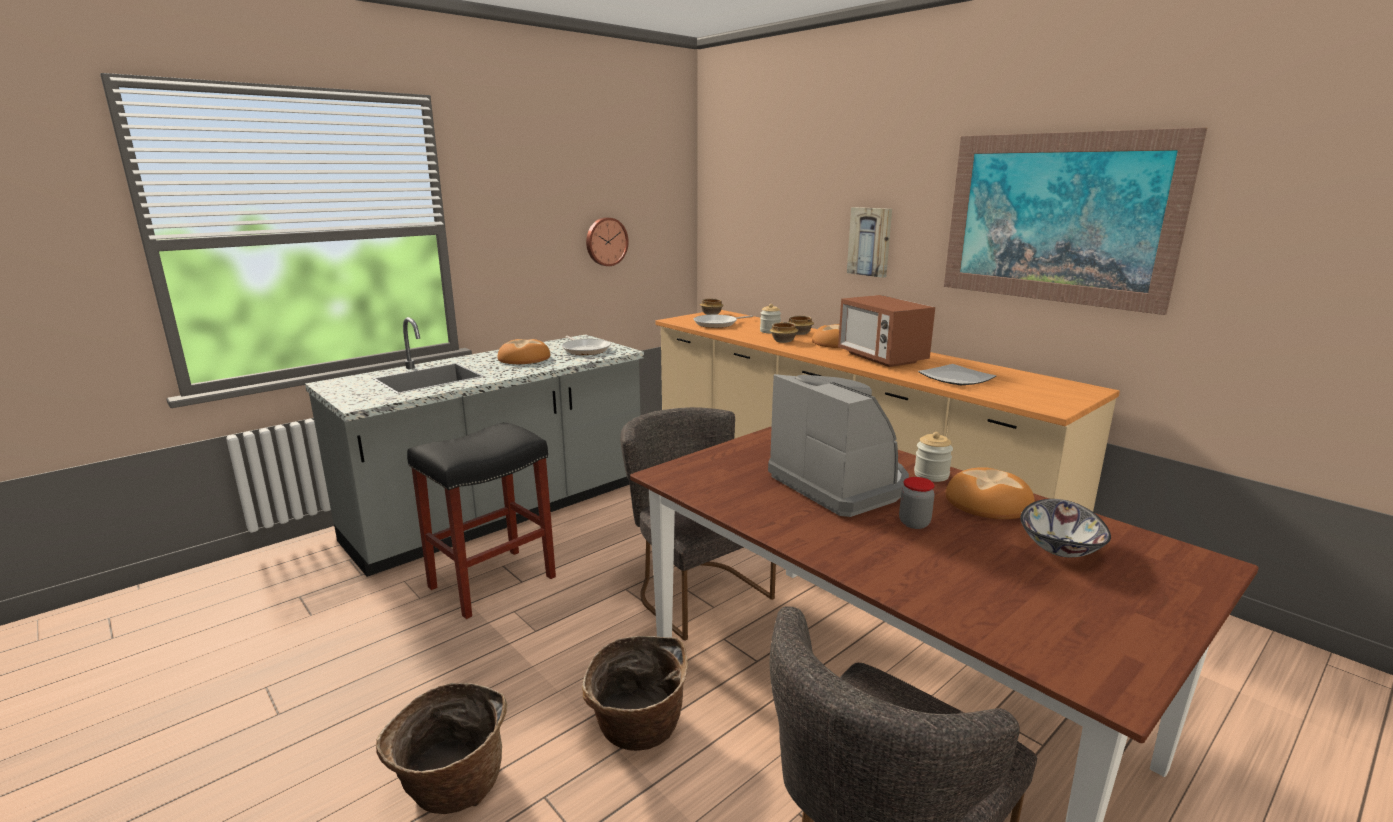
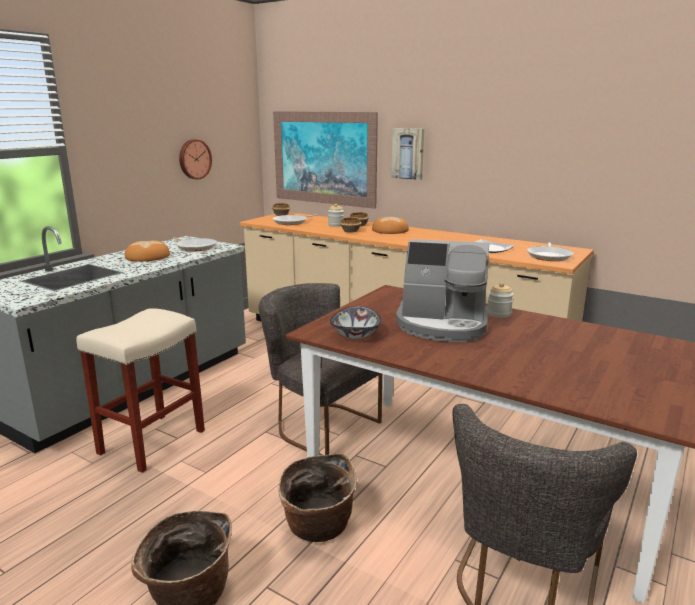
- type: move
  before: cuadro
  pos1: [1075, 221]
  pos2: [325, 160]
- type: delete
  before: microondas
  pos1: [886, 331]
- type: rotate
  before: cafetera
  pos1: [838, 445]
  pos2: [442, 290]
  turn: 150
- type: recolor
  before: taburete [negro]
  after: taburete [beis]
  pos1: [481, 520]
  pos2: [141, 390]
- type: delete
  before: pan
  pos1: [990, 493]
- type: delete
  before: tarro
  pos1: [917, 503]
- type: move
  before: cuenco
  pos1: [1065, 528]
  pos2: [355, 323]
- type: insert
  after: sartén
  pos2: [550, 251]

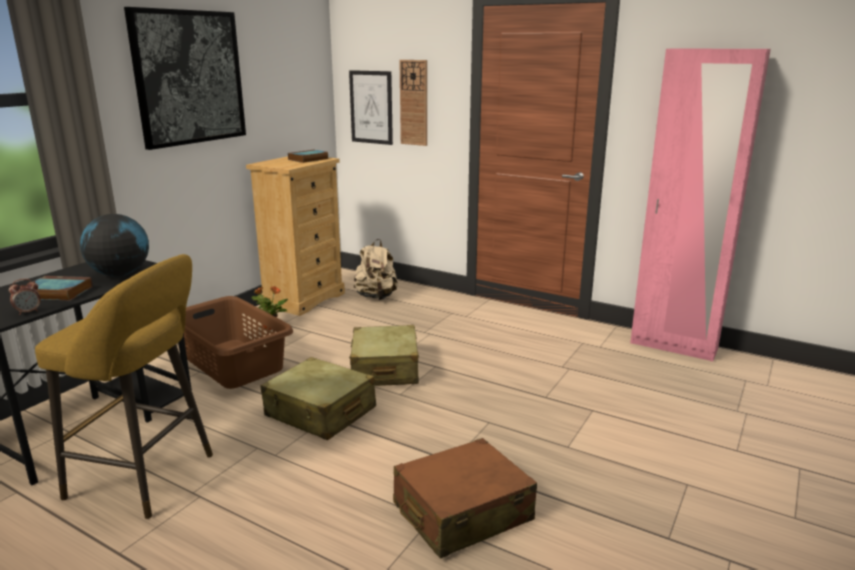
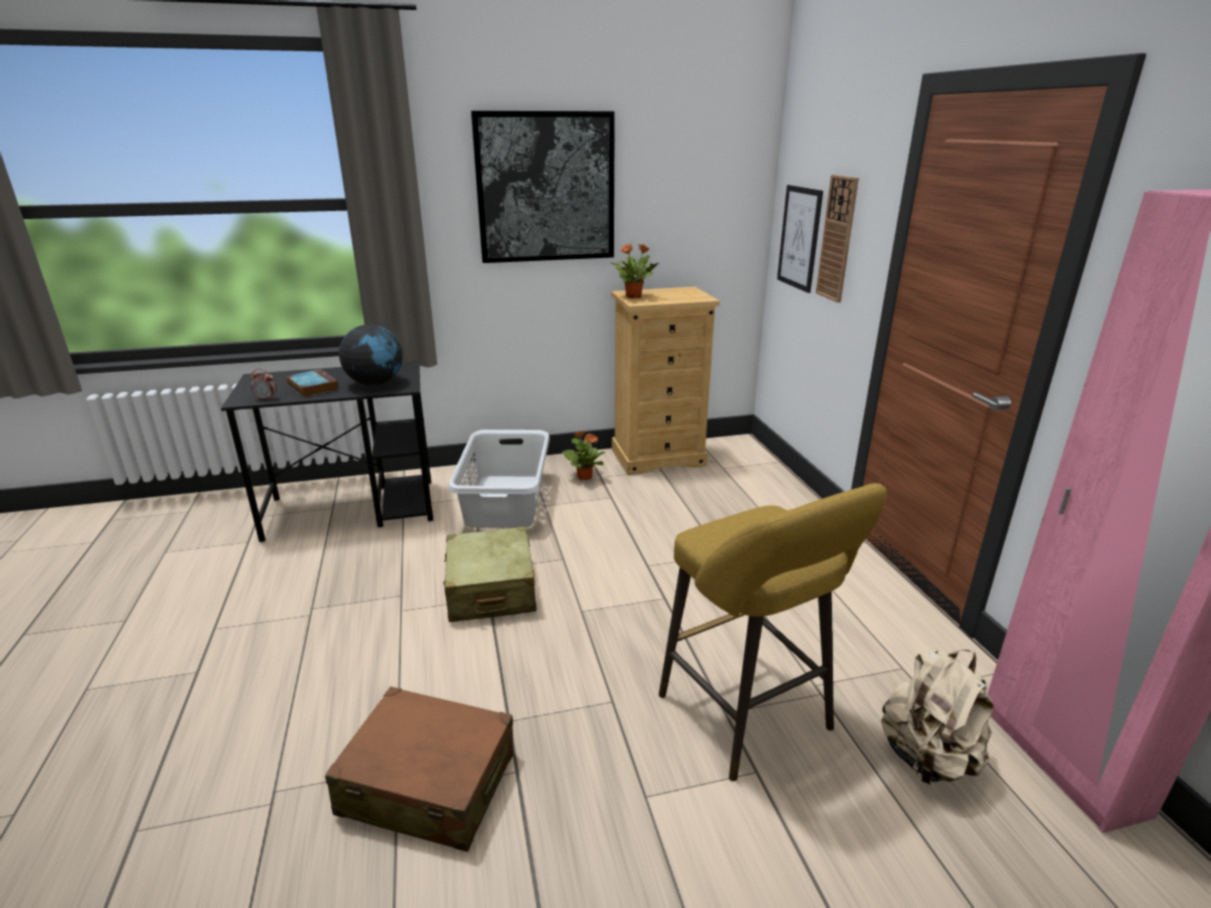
- type: delete
  before: libro
  pos1: [308, 156]
- type: move
  before: mochila [beis]
  pos1: [376, 269]
  pos2: [937, 717]
- type: move
  before: taburete [amarillo]
  pos1: [124, 386]
  pos2: [773, 632]
- type: recolor
  before: cesto de la ropa [marrón]
  after: cesto de la ropa [gris]
  pos1: [238, 342]
  pos2: [499, 479]
- type: delete
  before: maleta [beis]
  pos1: [384, 355]
- type: insert
  after: planta en maceta
  pos2: [634, 271]

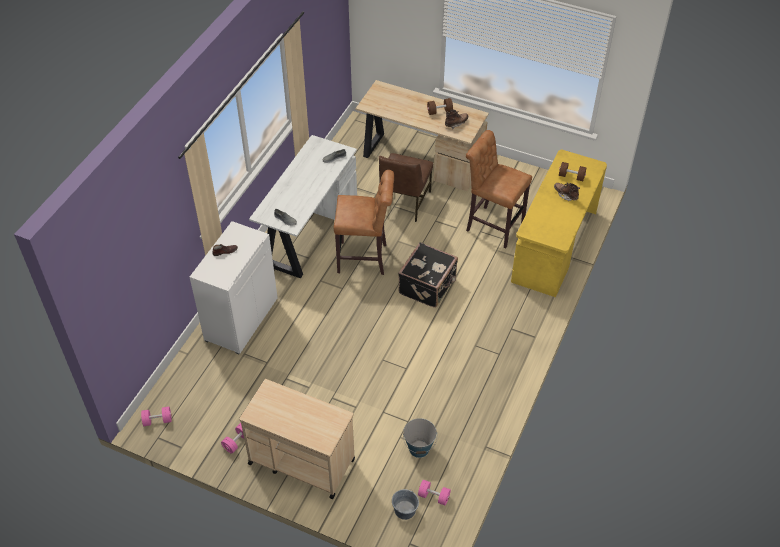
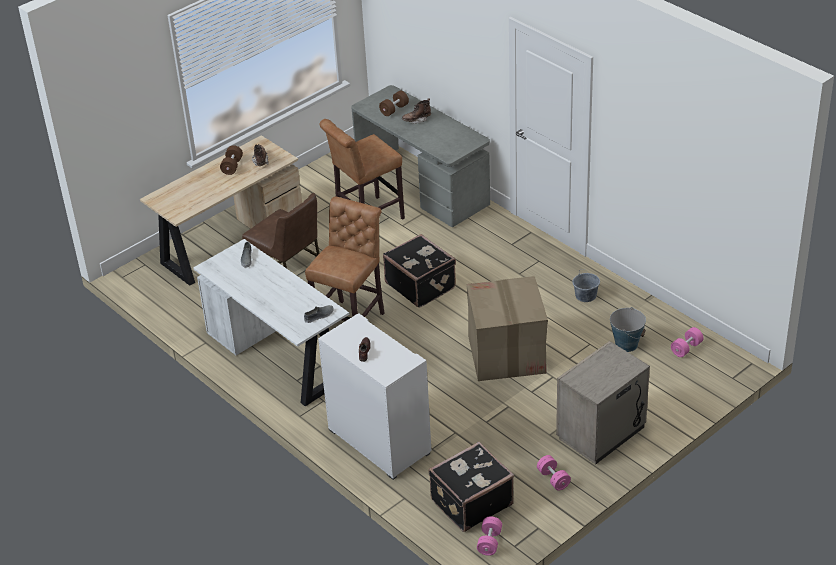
- type: recolor
  before: escritorio [amarillo]
  after: escritorio [gris]
  pos1: [559, 223]
  pos2: [420, 156]
- type: replace
  before: carrito [beis]
  after: mesita de noche [beis]
  pos1: [297, 439]
  pos2: [603, 402]
- type: move
  before: cubo [gris]
  pos1: [405, 504]
  pos2: [586, 285]
- type: insert
  after: caja de cartón
  pos2: [507, 328]
- type: insert
  after: maleta [negro]
  pos2: [471, 487]

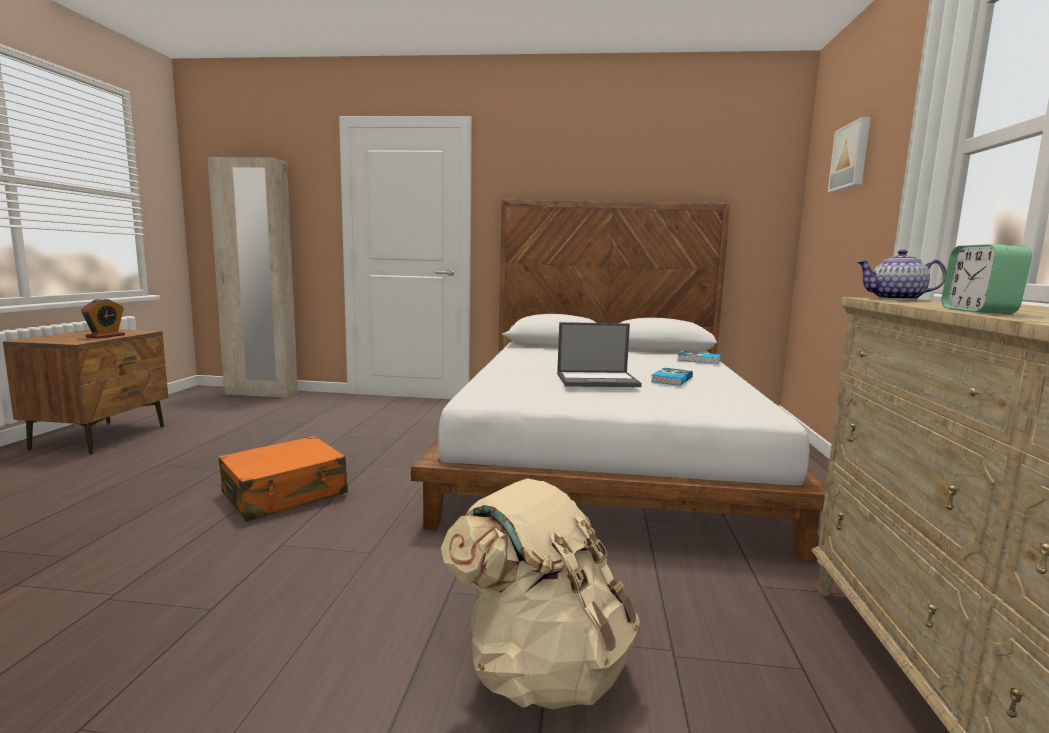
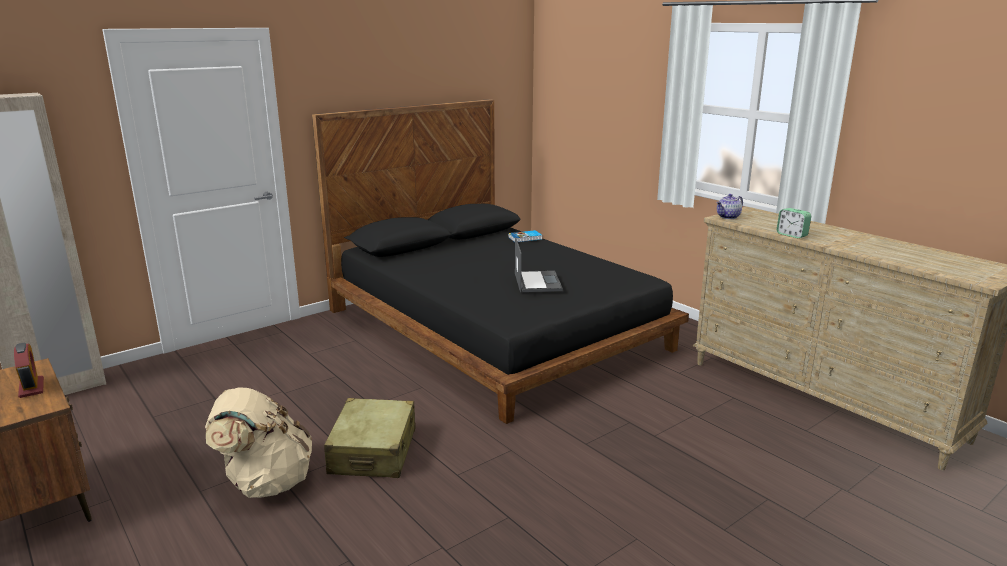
- type: delete
  before: cuadro
  pos1: [849, 154]
- type: recolor
  before: cama [blanco]
  after: cama [negro]
  pos1: [618, 380]
  pos2: [500, 261]
- type: rotate
  before: portátil
  pos1: [599, 354]
  pos2: [539, 264]
  turn: -45
- type: delete
  before: libro
  pos1: [672, 377]
- type: recolor
  before: maleta [naranja]
  after: maleta [beis]
  pos1: [283, 478]
  pos2: [369, 438]
- type: move
  before: mochila [beis]
  pos1: [540, 593]
  pos2: [258, 442]

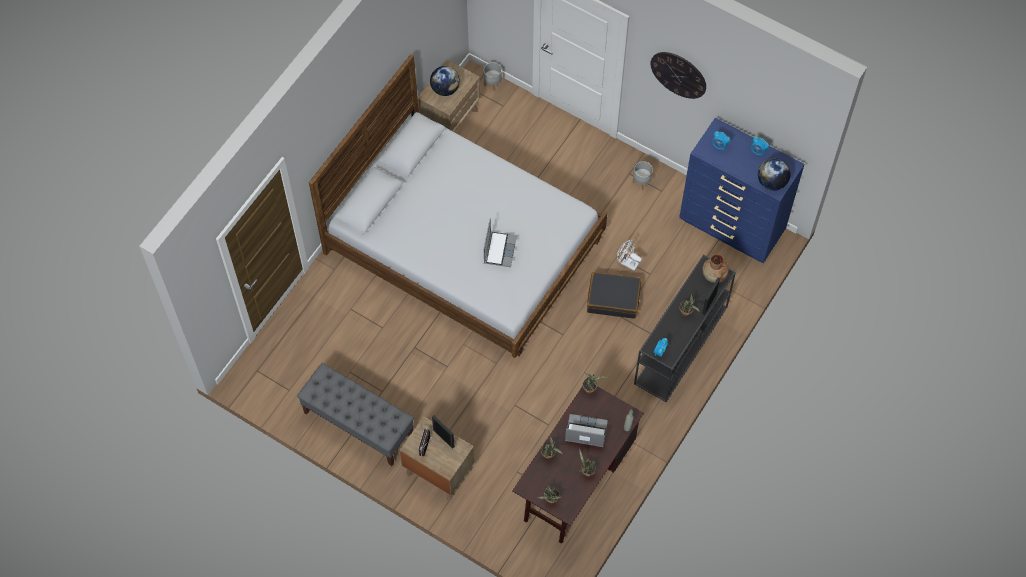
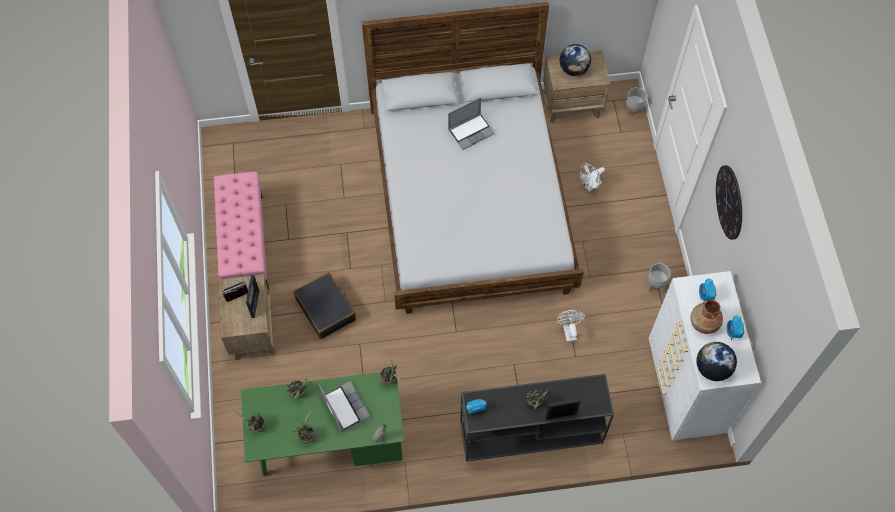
- type: recolor
  before: cómoda [azul]
  after: cómoda [blanco]
  pos1: [741, 190]
  pos2: [704, 355]
- type: move
  before: portátil
  pos1: [500, 242]
  pos2: [471, 123]
- type: move
  before: florero [marrón]
  pos1: [715, 268]
  pos2: [706, 317]
- type: move
  before: maleta [negro]
  pos1: [614, 295]
  pos2: [325, 305]
- type: recolor
  before: banco [gris]
  after: banco [rosa]
  pos1: [355, 414]
  pos2: [241, 230]
- type: recolor
  before: escritorio [marrón]
  after: escritorio [verde]
  pos1: [578, 464]
  pos2: [323, 423]
- type: insert
  after: ventilador [blanco]
  pos2: [592, 177]

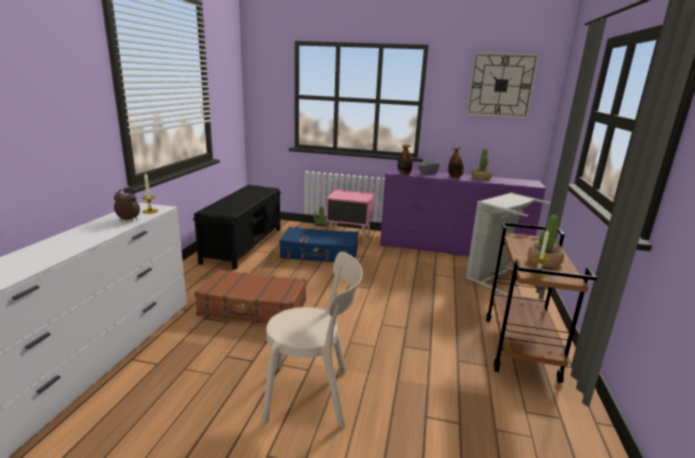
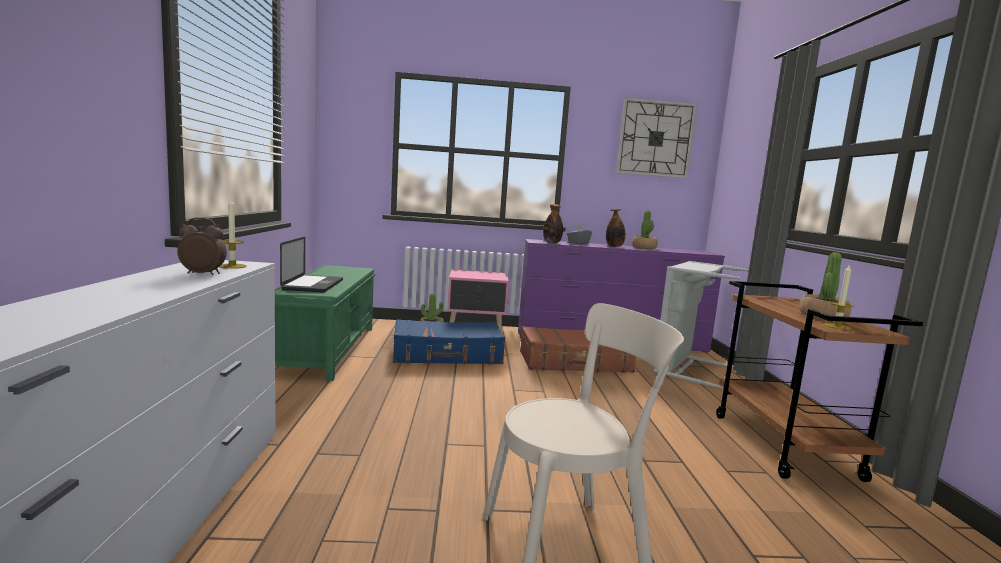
- type: recolor
  before: banco [negro]
  after: banco [verde]
  pos1: [237, 227]
  pos2: [324, 323]
- type: move
  before: maleta [marrón]
  pos1: [250, 296]
  pos2: [578, 349]
- type: insert
  after: portátil
  pos2: [311, 264]

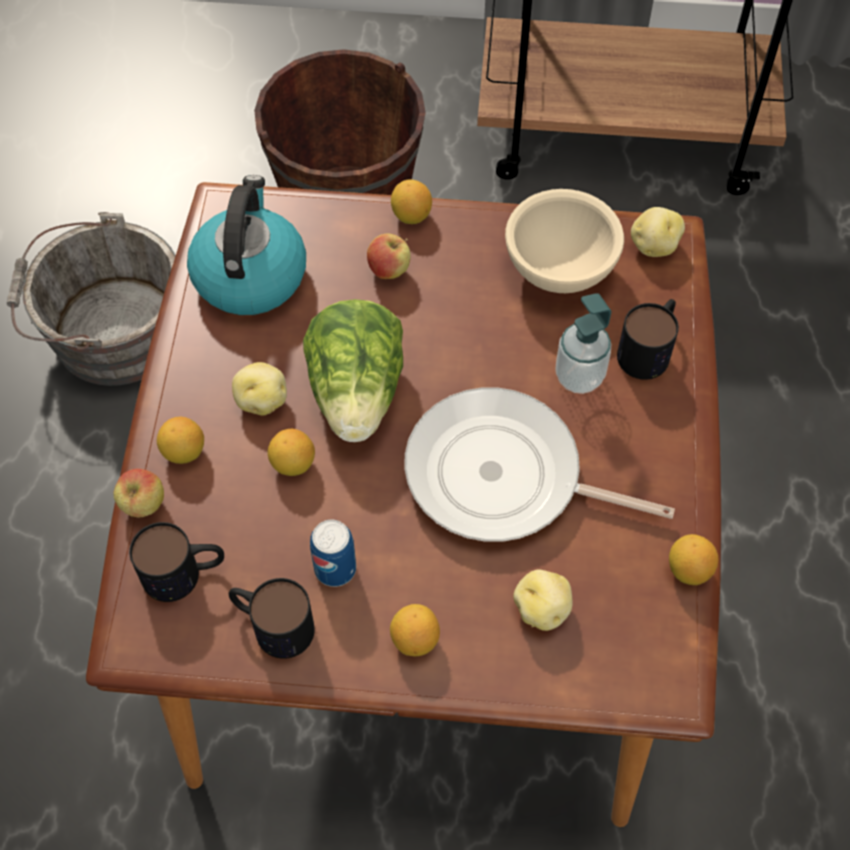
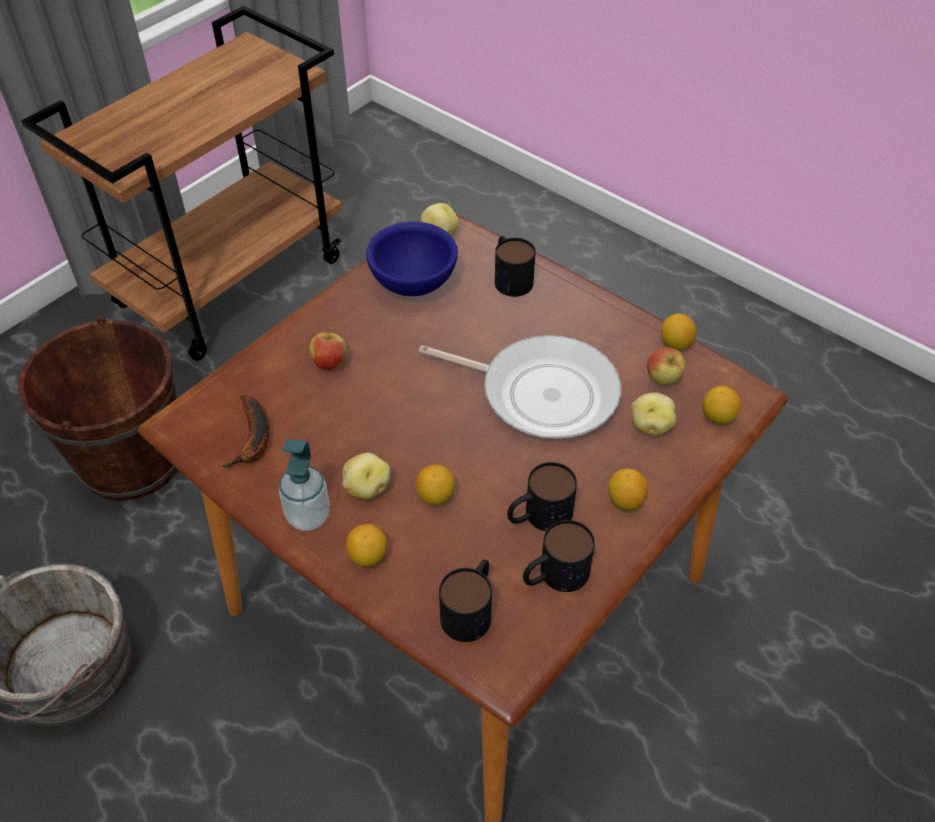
- type: replace
  before: hervidor
  after: plátano
  pos1: [246, 245]
  pos2: [244, 431]
- type: move
  before: limón
  pos1: [411, 201]
  pos2: [721, 405]
- type: recolor
  before: cuenco [beis]
  after: cuenco [azul]
  pos1: [564, 241]
  pos2: [412, 259]
- type: move
  before: dispensador de jabón
  pos1: [583, 343]
  pos2: [304, 485]
- type: delete
  before: lechuga
  pos1: [353, 370]
- type: rotate
  before: sartén
  pos1: [539, 464]
  pos2: [520, 386]
  turn: -120
- type: move
  before: manzana
  pos1: [139, 493]
  pos2: [666, 366]
- type: replace
  before: lata
  after: taza grande
  pos1: [333, 553]
  pos2: [542, 496]

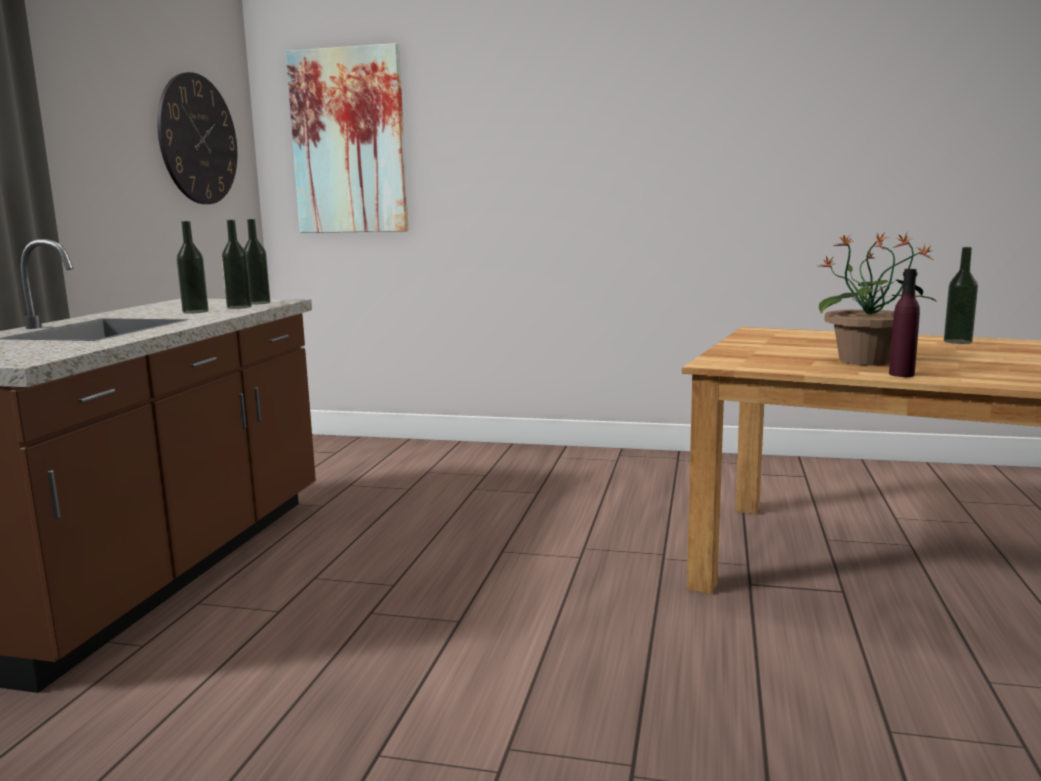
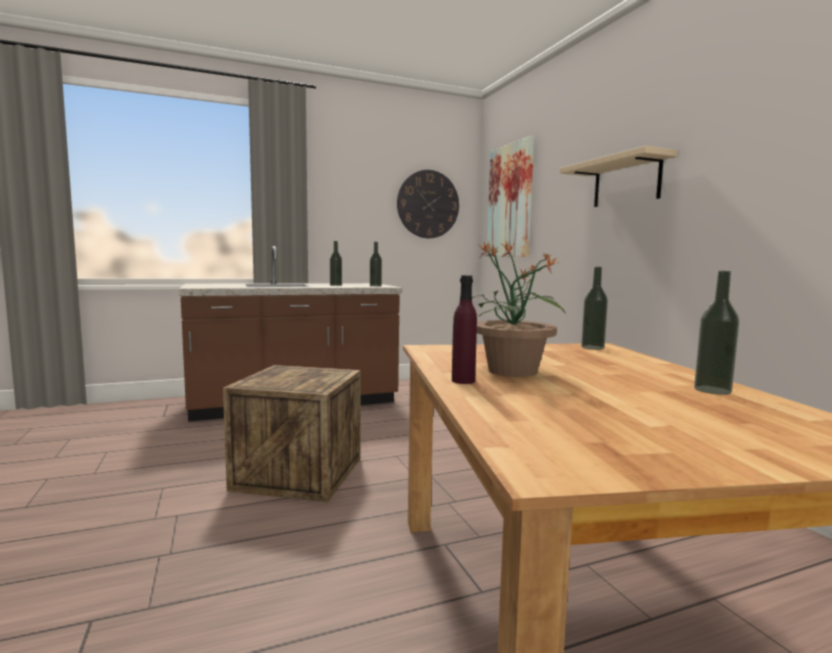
- type: move
  before: botella
  pos1: [237, 264]
  pos2: [594, 308]
- type: insert
  after: estante [beis]
  pos2: [619, 176]
- type: insert
  after: caja de embalaje
  pos2: [292, 434]

